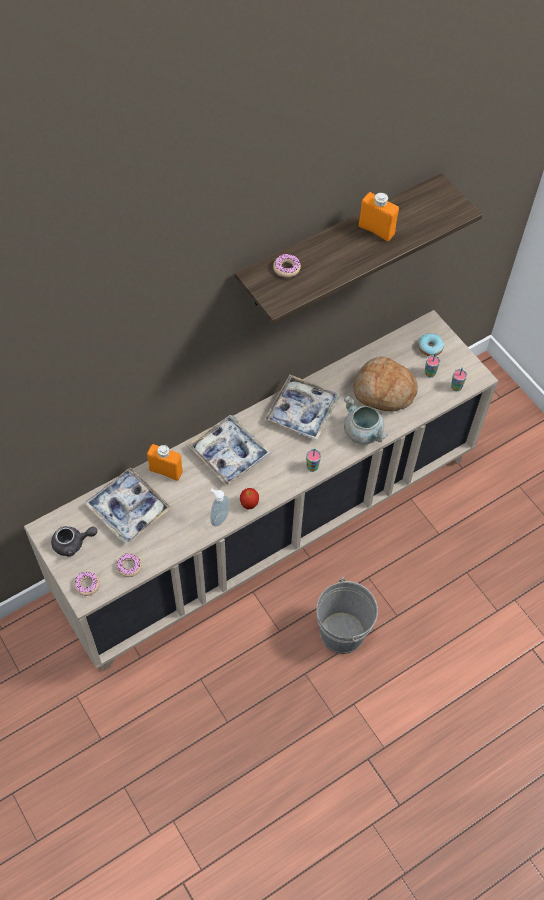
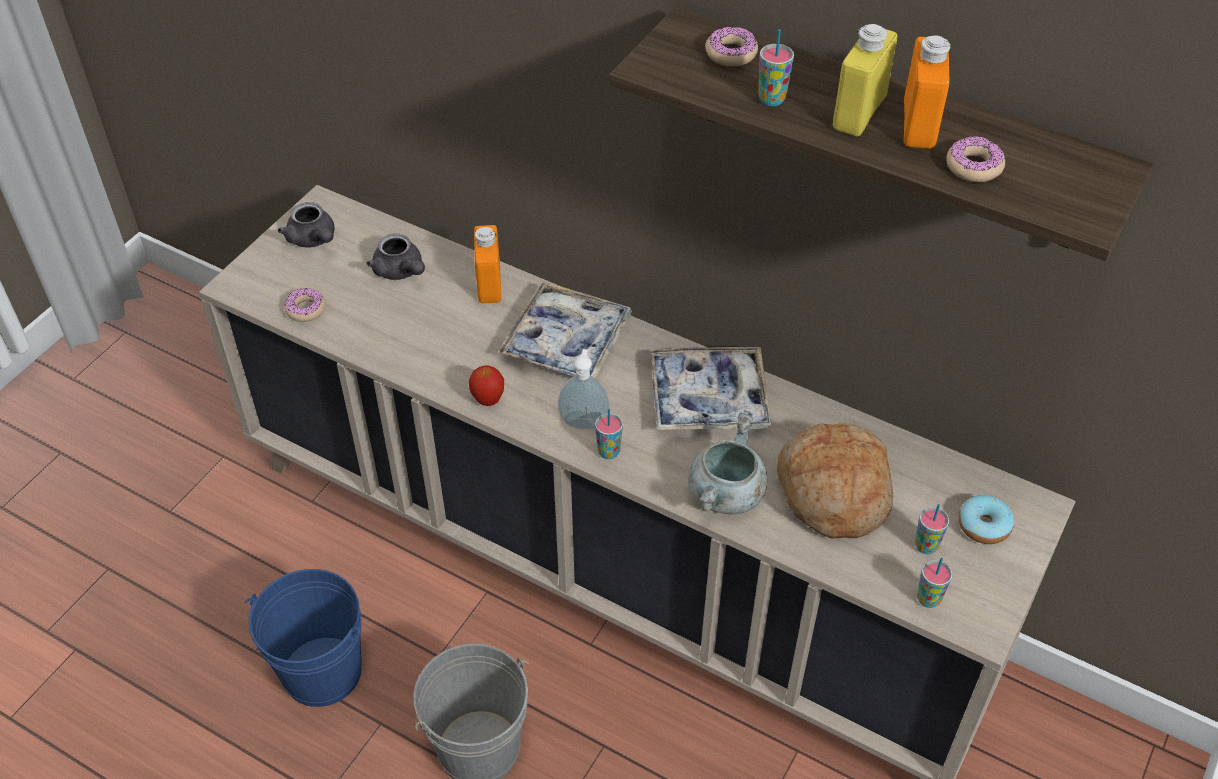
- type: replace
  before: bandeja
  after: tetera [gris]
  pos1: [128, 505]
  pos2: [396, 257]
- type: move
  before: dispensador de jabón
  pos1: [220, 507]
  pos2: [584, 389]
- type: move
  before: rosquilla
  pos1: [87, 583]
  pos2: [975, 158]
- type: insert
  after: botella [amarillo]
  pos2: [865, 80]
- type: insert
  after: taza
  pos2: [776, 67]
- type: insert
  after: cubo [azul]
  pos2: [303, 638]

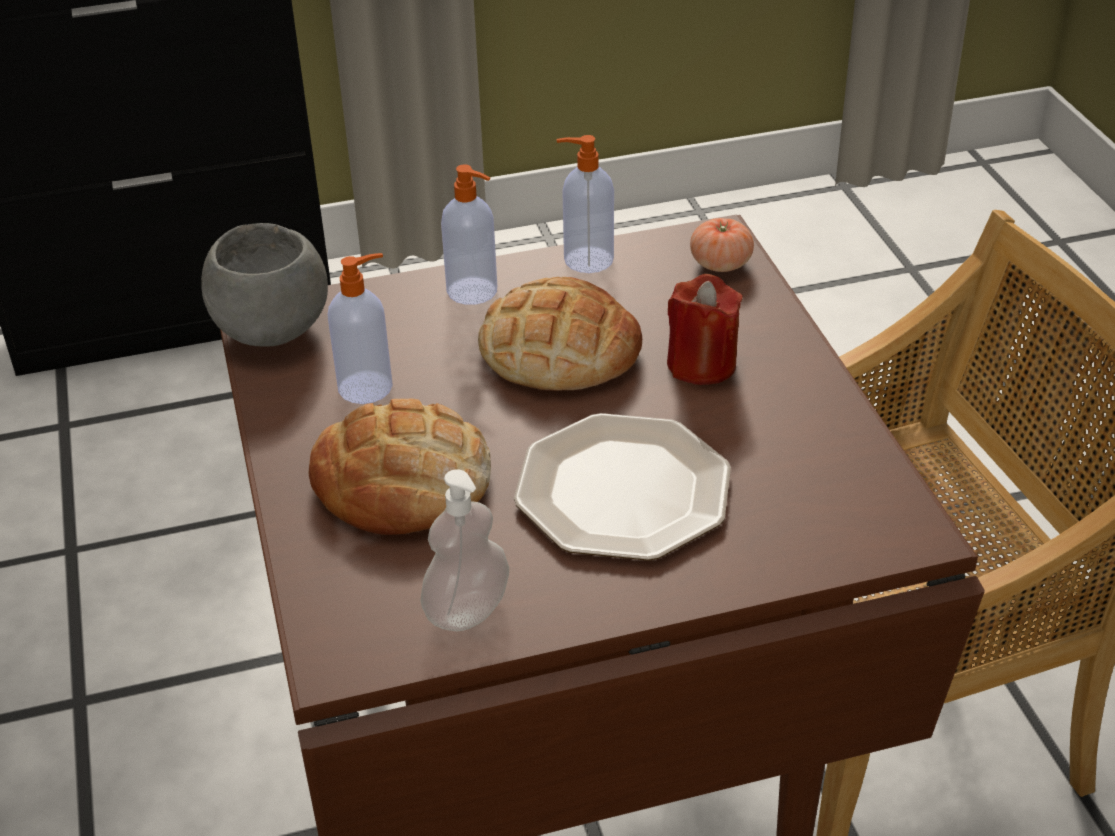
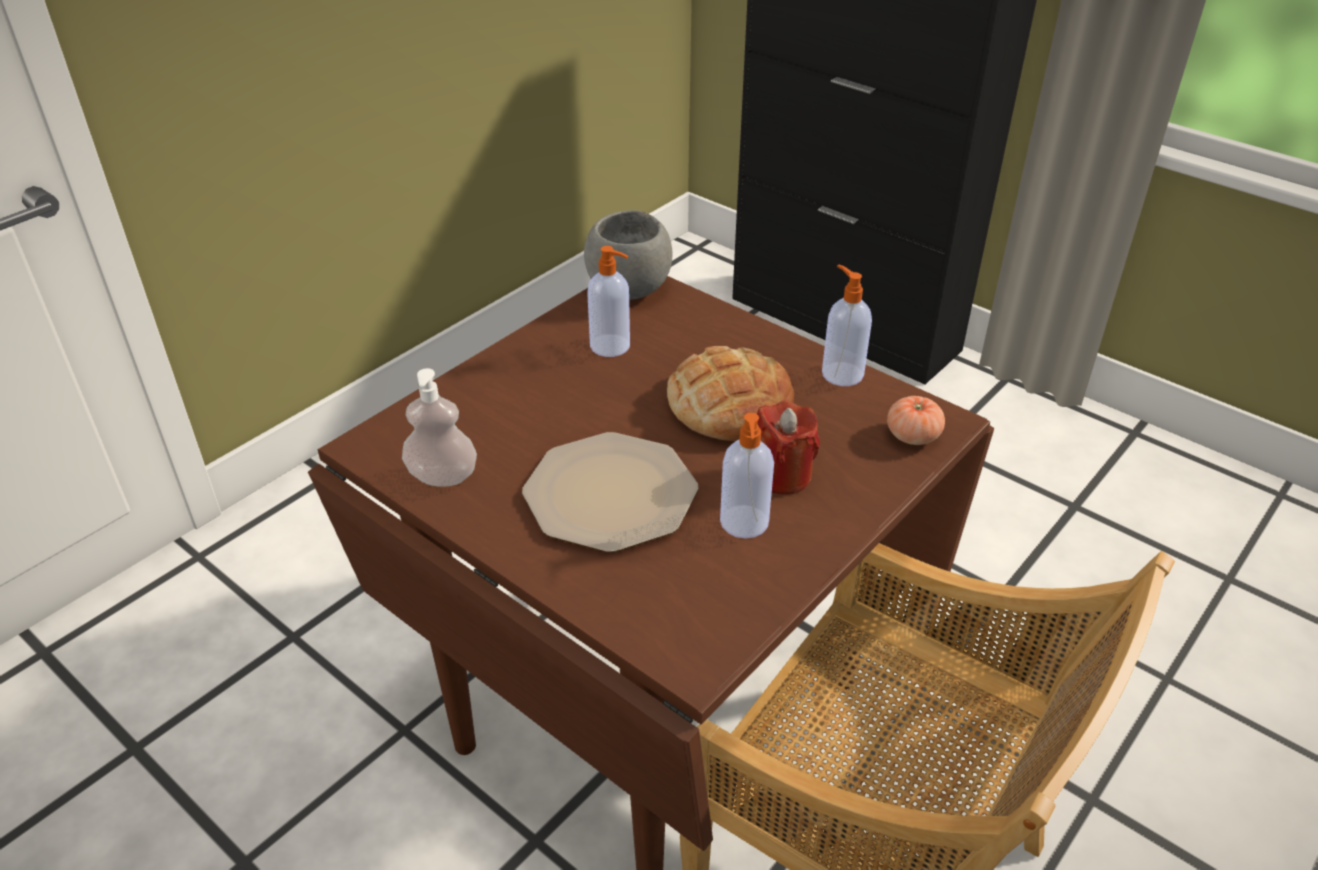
- type: move
  before: dispensador de jabón
  pos1: [469, 234]
  pos2: [747, 476]
- type: delete
  before: pan
  pos1: [400, 466]

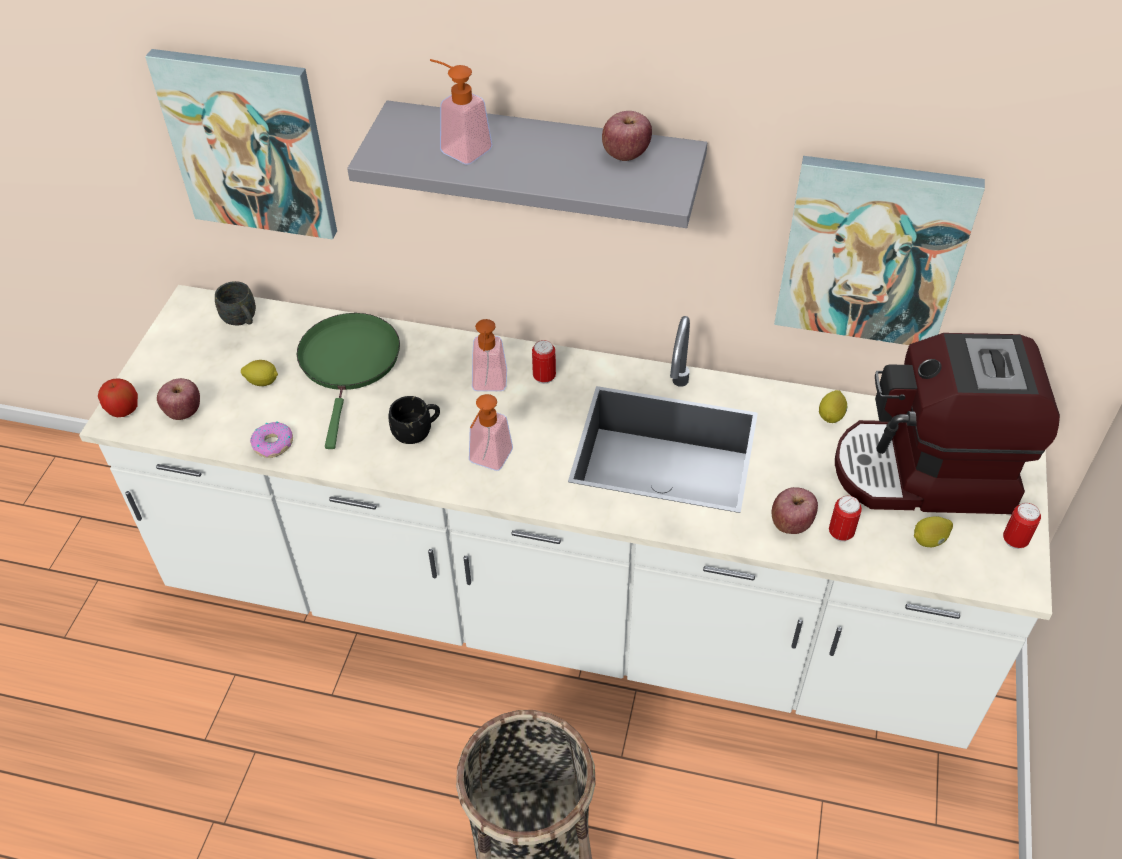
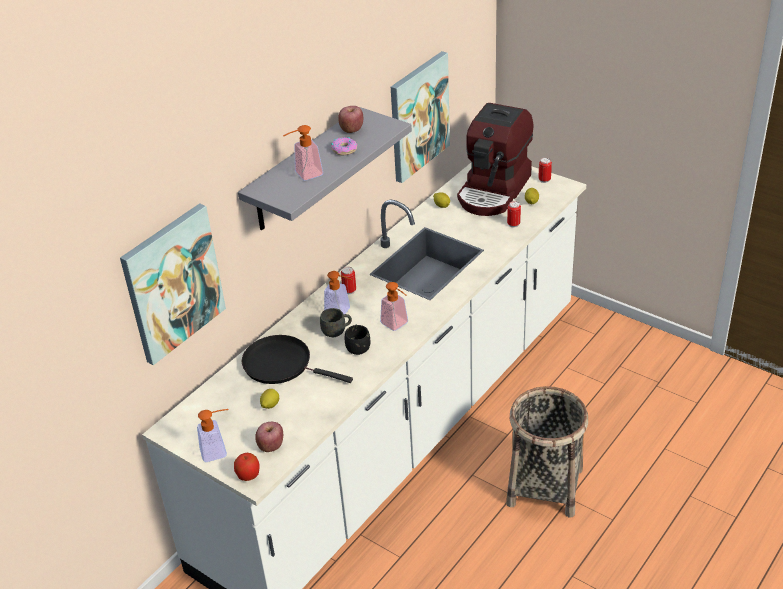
- type: move
  before: taza grande [gris]
  pos1: [235, 303]
  pos2: [336, 322]
- type: recolor
  before: sartén [verde]
  after: sartén [negro]
  pos1: [348, 381]
  pos2: [297, 359]
- type: move
  before: rosquilla
  pos1: [271, 439]
  pos2: [344, 146]
- type: delete
  before: manzana
  pos1: [794, 510]
- type: insert
  after: dispensador de jabón
  pos2: [213, 435]

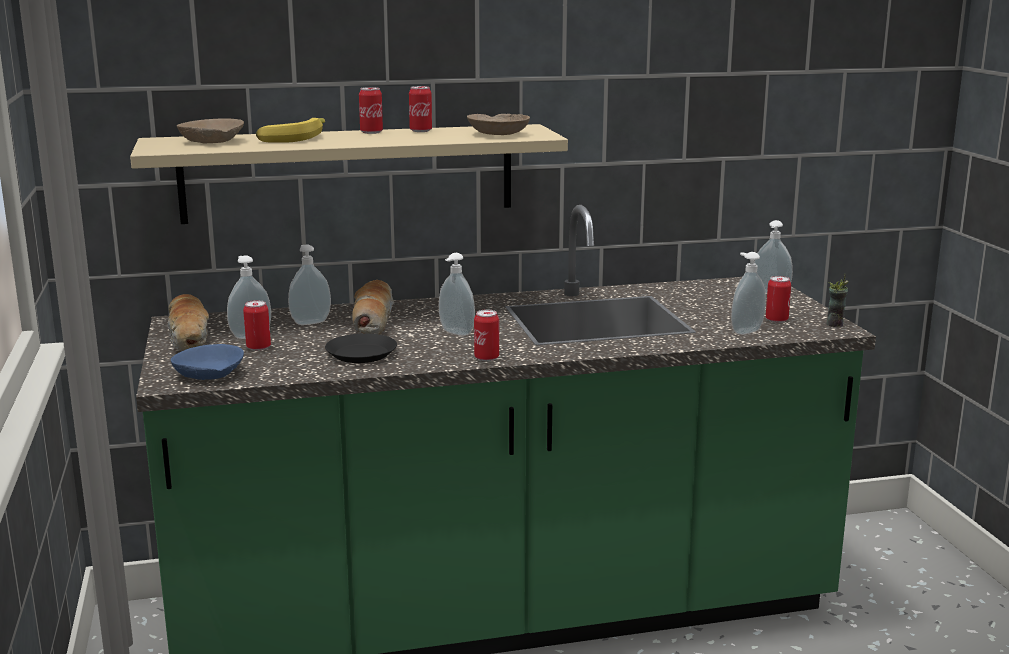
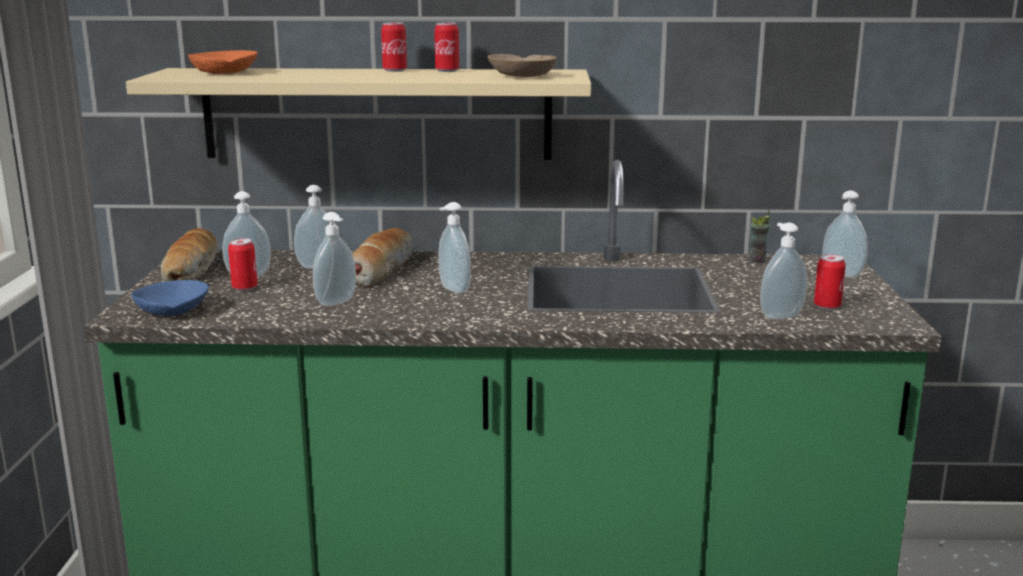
- type: recolor
  before: cuenco [beis]
  after: cuenco [naranja]
  pos1: [210, 131]
  pos2: [223, 62]
- type: delete
  before: plátano
  pos1: [290, 130]
- type: move
  before: taza
  pos1: [837, 300]
  pos2: [759, 236]
- type: delete
  before: lata
  pos1: [486, 335]
- type: replace
  before: plato [negro]
  after: dispensador de jabón
  pos1: [361, 348]
  pos2: [334, 259]

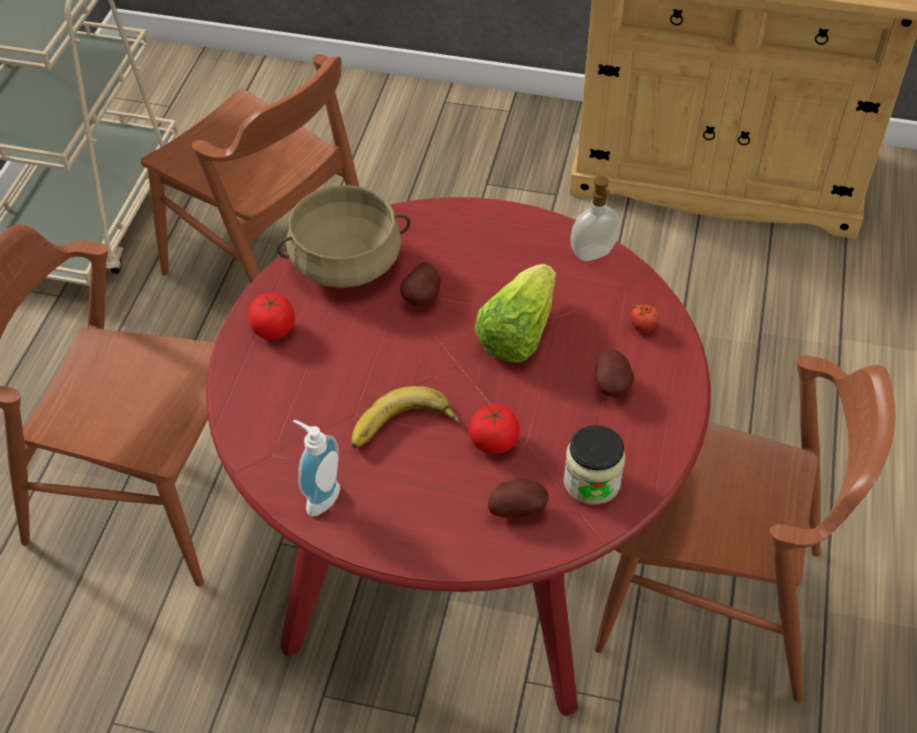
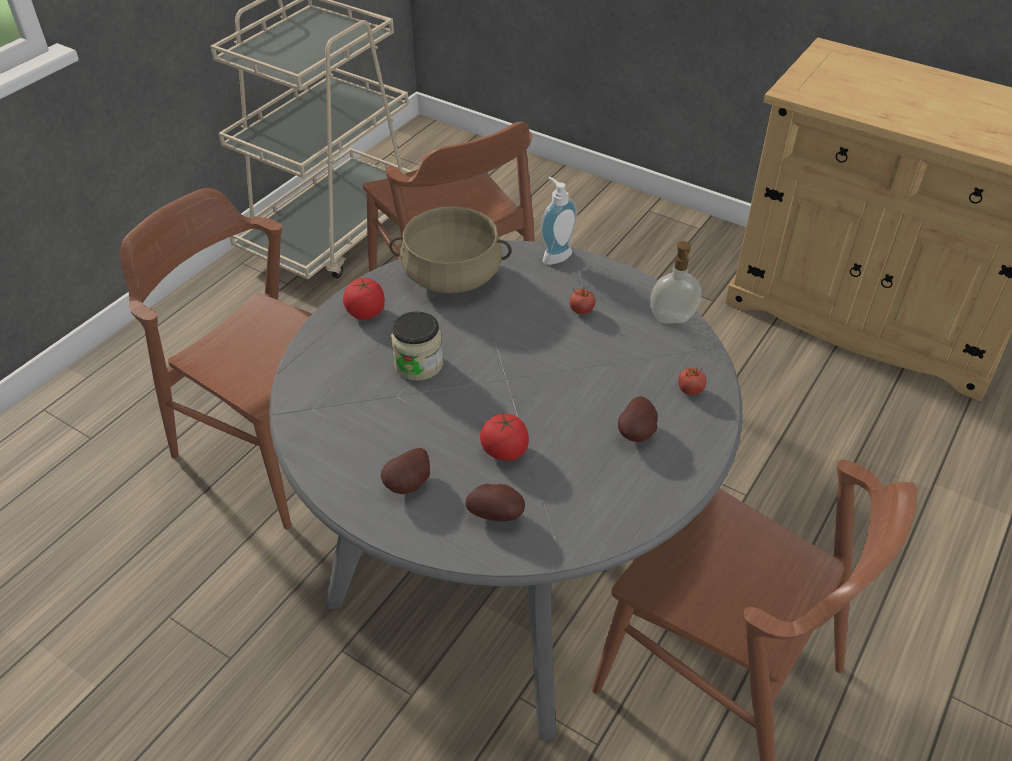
- type: recolor
  before: mesa de comedor [rojo]
  after: mesa de comedor [gris]
  pos1: [458, 456]
  pos2: [506, 490]
- type: move
  before: patata
  pos1: [420, 284]
  pos2: [405, 471]
- type: delete
  before: lechuga
  pos1: [515, 313]
- type: delete
  before: plátano
  pos1: [405, 417]
- type: move
  before: dispensador de jabón
  pos1: [316, 468]
  pos2: [559, 221]
- type: move
  before: tarro
  pos1: [594, 465]
  pos2: [417, 346]
- type: insert
  after: tomate
  pos2: [582, 300]

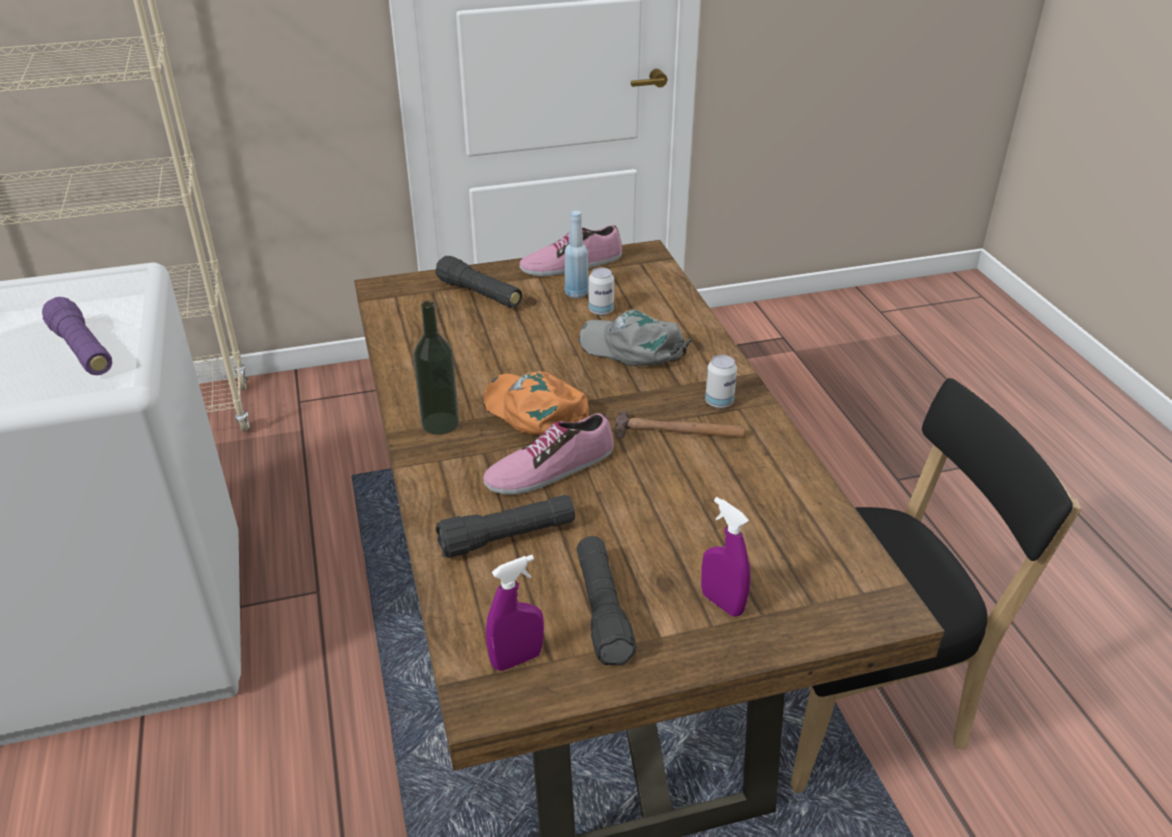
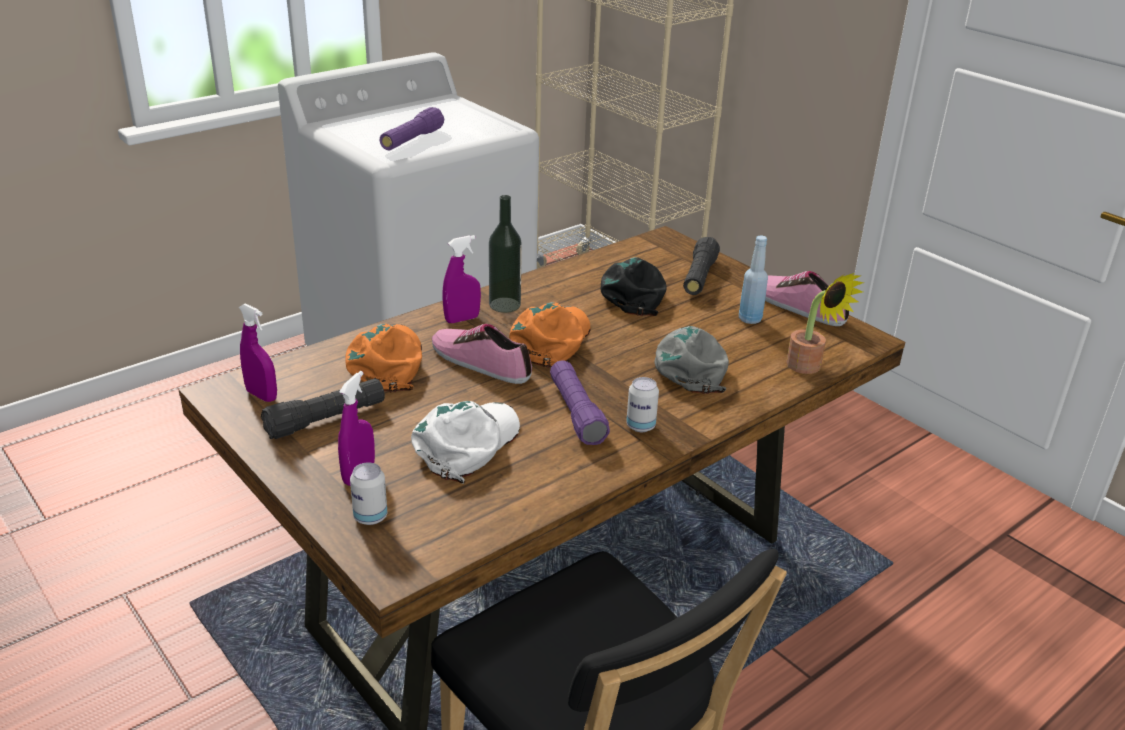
- type: move
  before: lata
  pos1: [601, 292]
  pos2: [368, 493]
- type: replace
  before: martillo
  after: linterna [morado]
  pos1: [679, 425]
  pos2: [580, 402]
- type: replace
  before: linterna [negro]
  after: gorra [naranja]
  pos1: [505, 526]
  pos2: [384, 358]
- type: insert
  after: pulverizador [morado]
  pos2: [461, 279]
- type: insert
  after: gorra [negro]
  pos2: [633, 286]
- type: insert
  after: planta en maceta
  pos2: [825, 323]
- type: insert
  after: gorra [blanco]
  pos2: [465, 442]

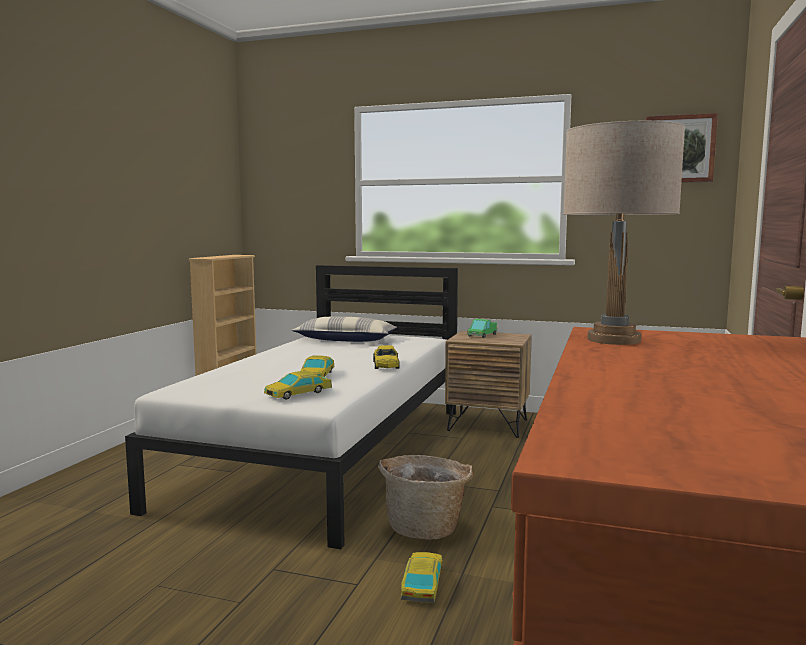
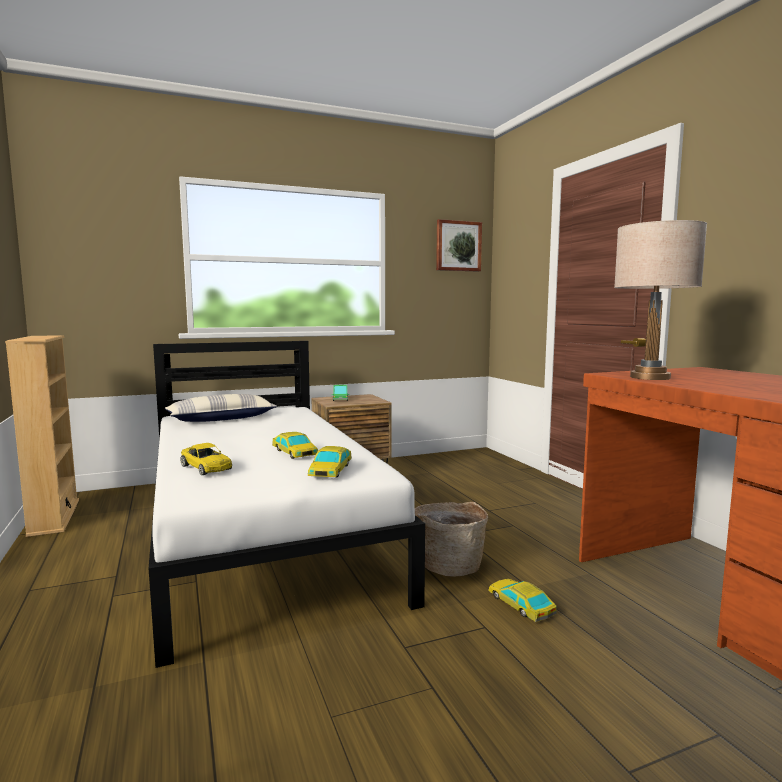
- type: move
  before: coche de juguete [amarillo]
  pos1: [386, 357]
  pos2: [206, 459]

